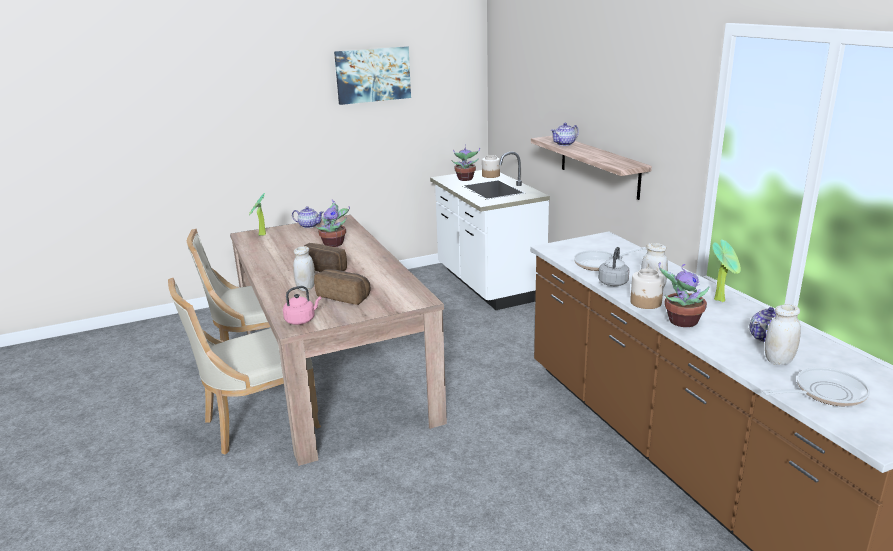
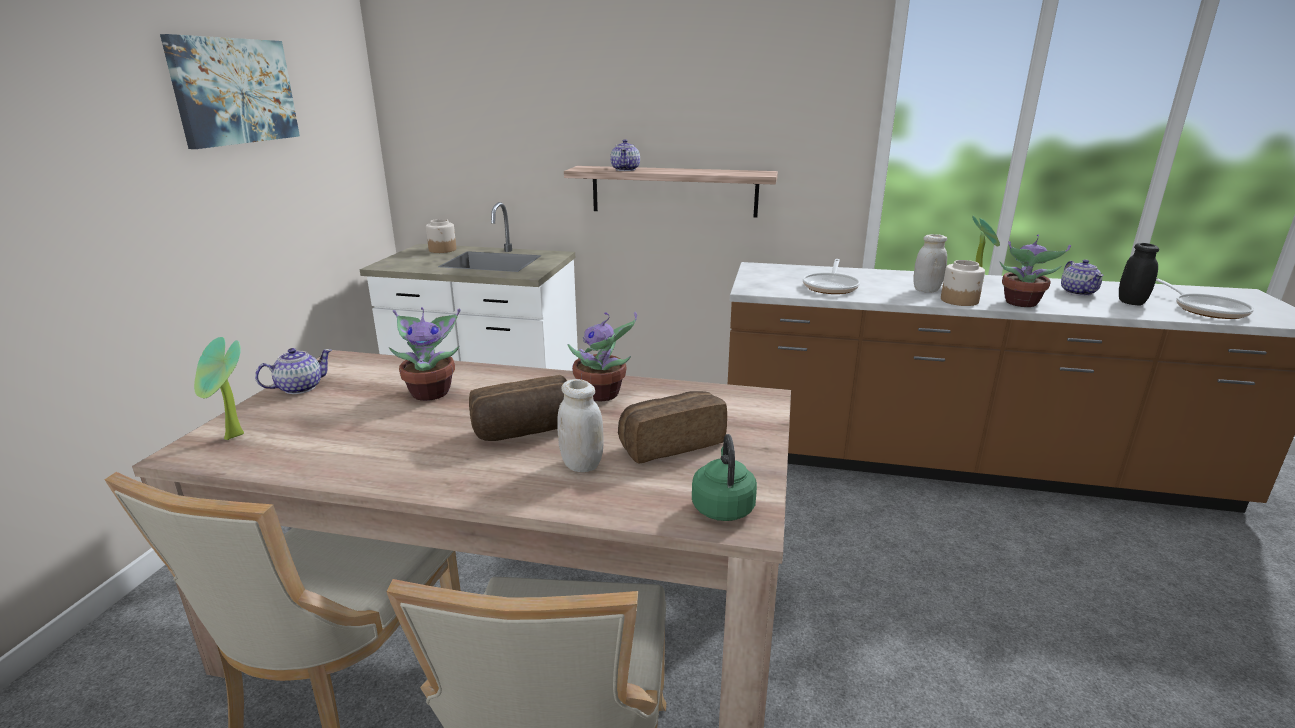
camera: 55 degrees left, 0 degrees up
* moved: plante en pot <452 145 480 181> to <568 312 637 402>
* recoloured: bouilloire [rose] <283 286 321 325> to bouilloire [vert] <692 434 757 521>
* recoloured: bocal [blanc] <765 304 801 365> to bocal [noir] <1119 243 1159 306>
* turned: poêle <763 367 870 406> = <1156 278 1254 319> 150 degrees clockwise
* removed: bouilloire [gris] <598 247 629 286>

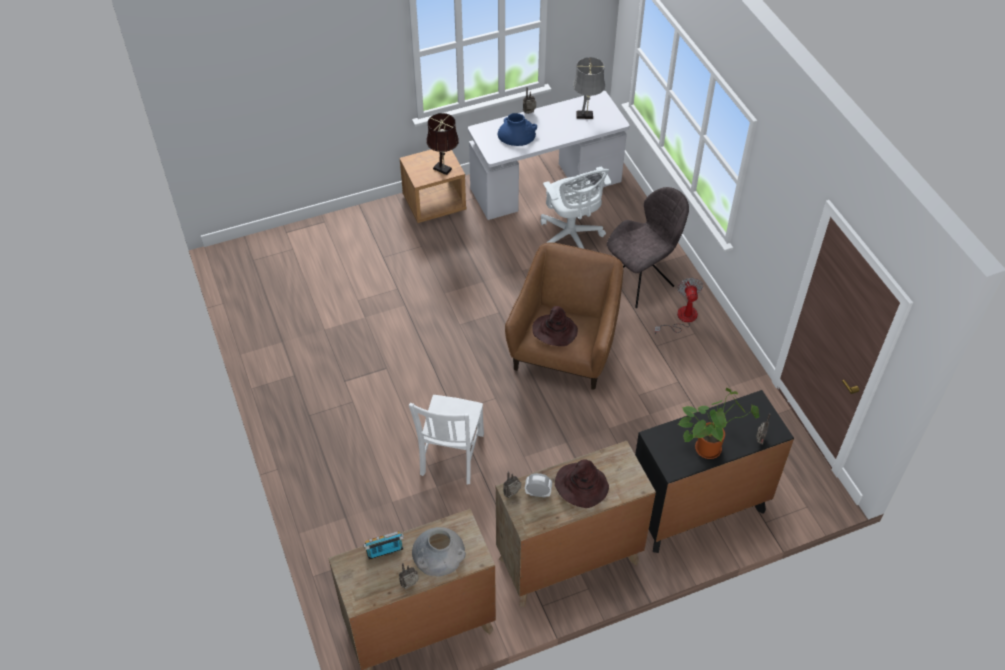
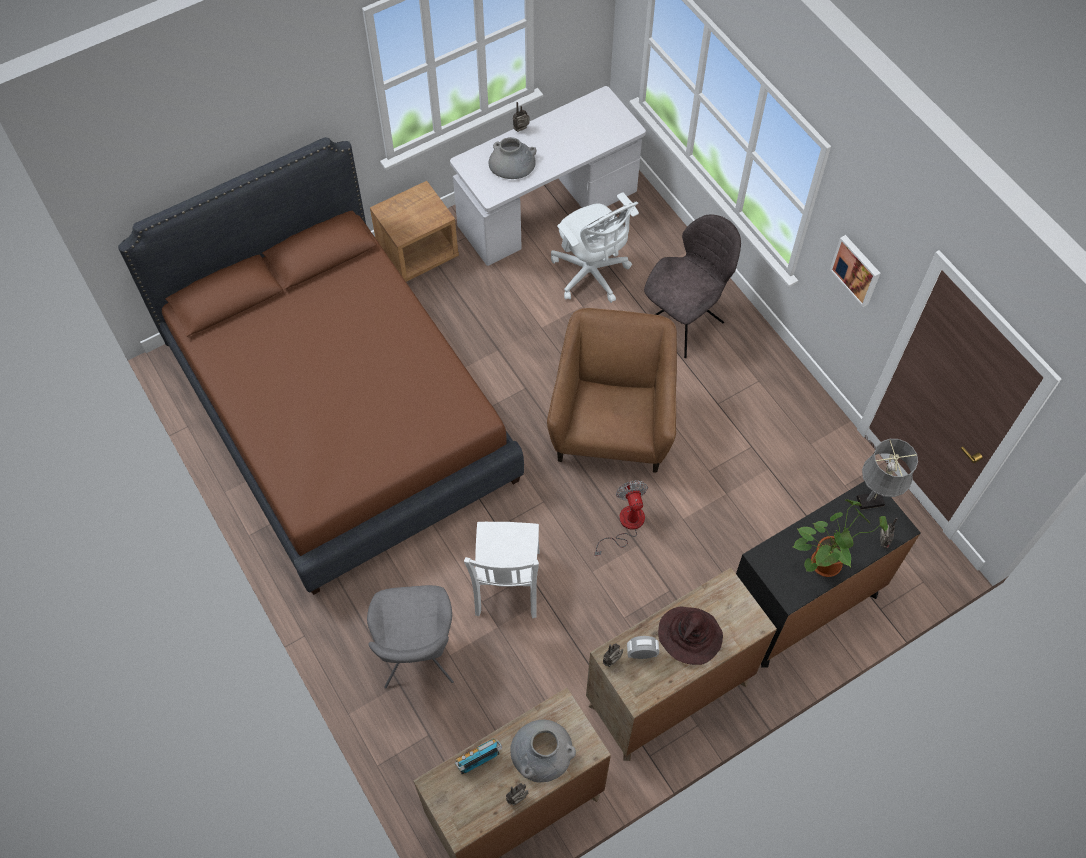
camera: 10 degrees left, 10 degrees up
* added: lit [marron] <118 137 524 595>
* added: chaise [gris] <367 585 454 689>
* recoloured: vase [bleu] <498 113 537 146> to vase [gris] <489 137 536 179>
* moved: ventilateur <654 278 703 334> to <594 481 648 556>
* added: tableau <830 235 880 307>
* moved: lampe de table [gris] <573 57 606 119> to <856 439 918 510>
* removed: lampe de table [marron] <426 113 459 175>
* removed: chapeau [marron] <532 306 578 346>

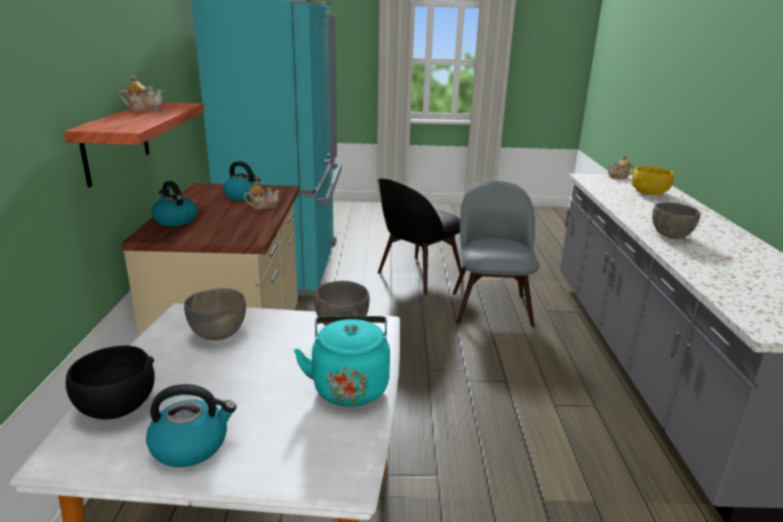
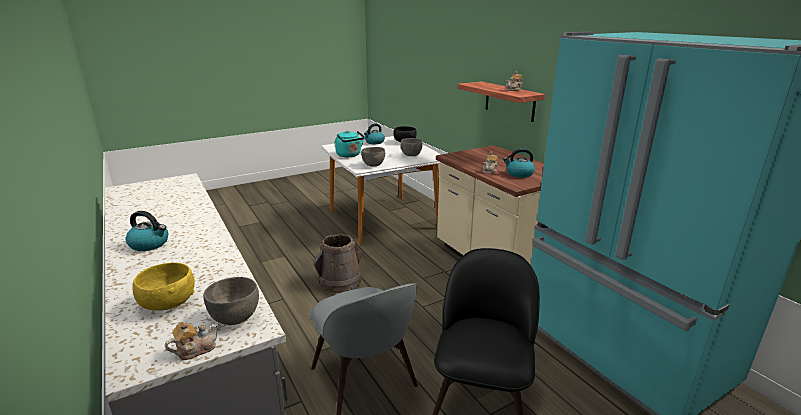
camera: 150 degrees right, 0 degrees up
* moved: bouilloire <152 181 197 226> to <126 211 168 251>
* moved: bol [gris] <652 202 700 239> to <204 277 259 325>
* added: seau [marron] <314 234 362 293>

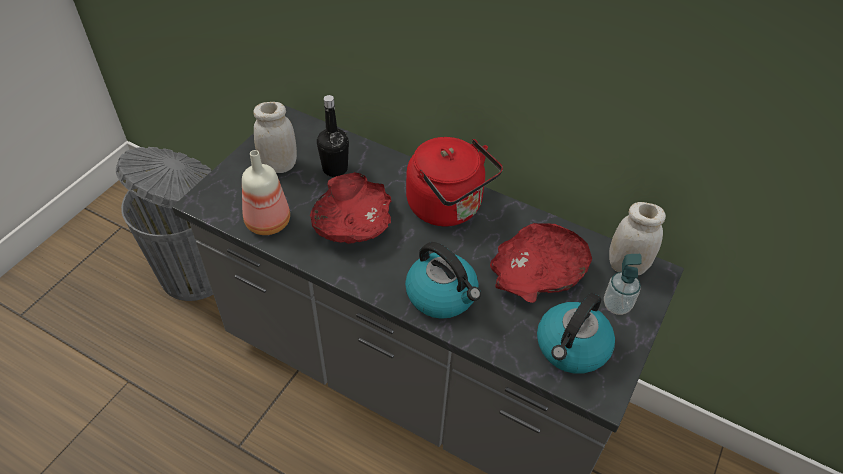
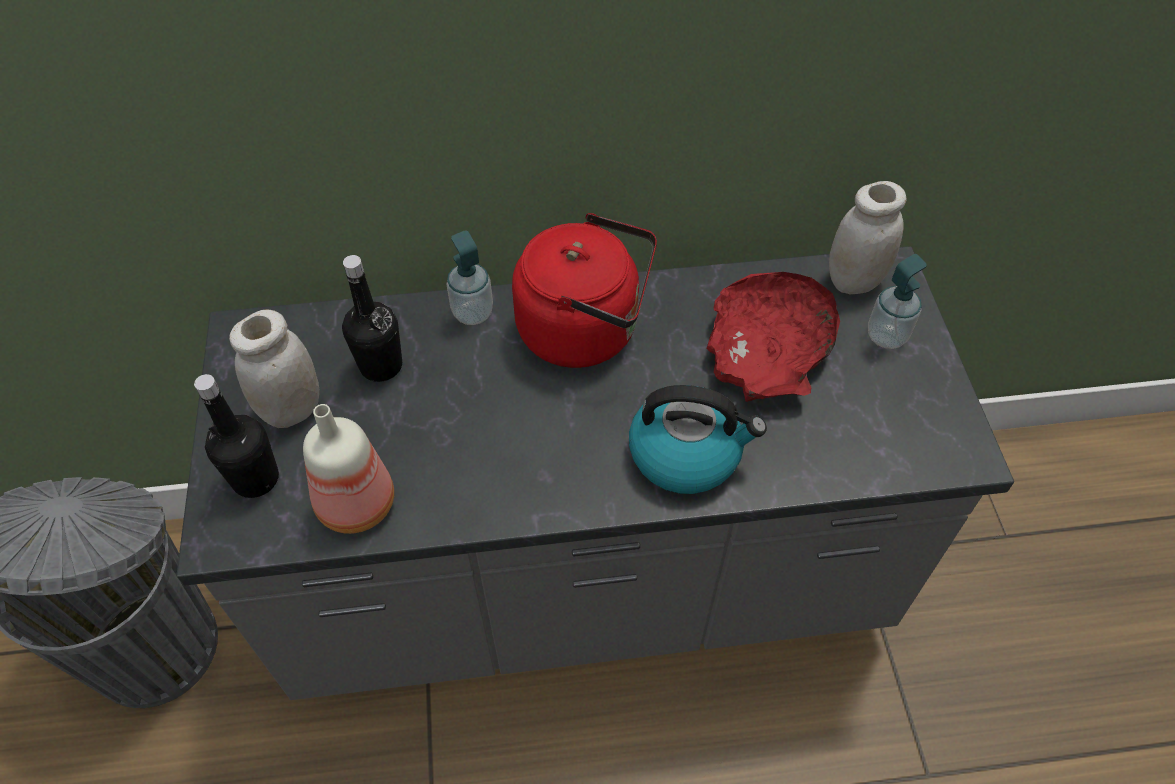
camera: 35 degrees left, 5 degrees up
* added: bouteille [noir] <194 374 279 498>
* added: distributeur de savon <446 230 493 325>
* removed: bol [rouge] <310 172 391 244>
* removed: bouilloire <537 293 615 374>

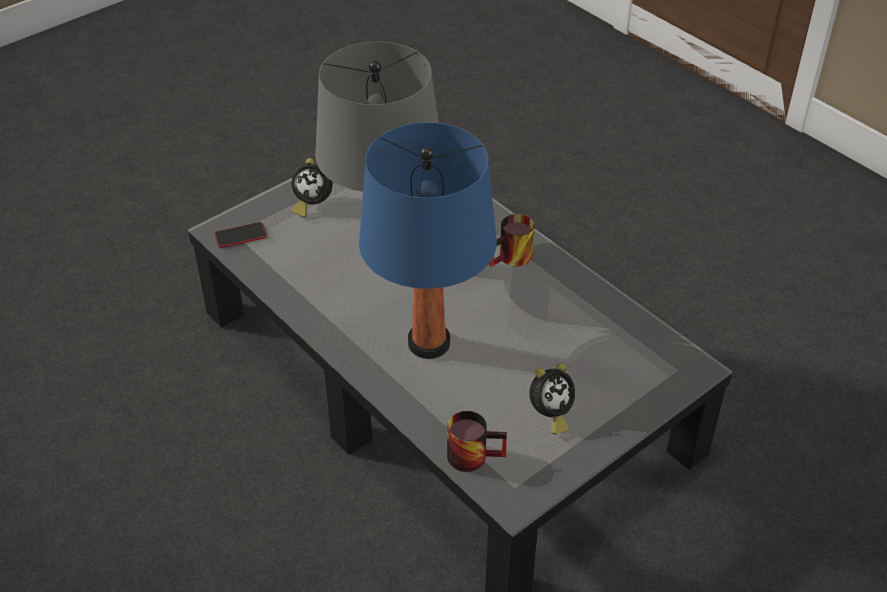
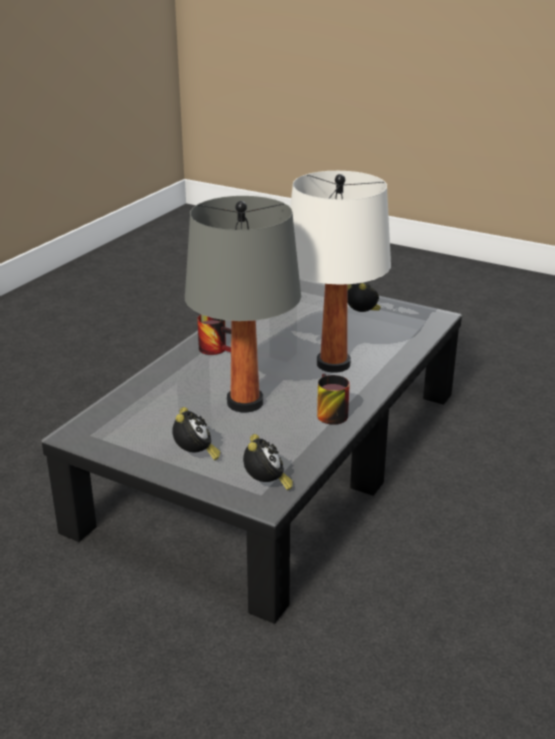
camera: 110 degrees left, 15 degrees down
* replaced: téléphone <214 222 267 248> to réveil <243 434 293 490>
* recoloured: lampe de table [bleu] <359 122 497 359> to lampe de table [blanc] <290 171 391 373>
* moved: mug <447 411 507 472> to <317 373 350 425>

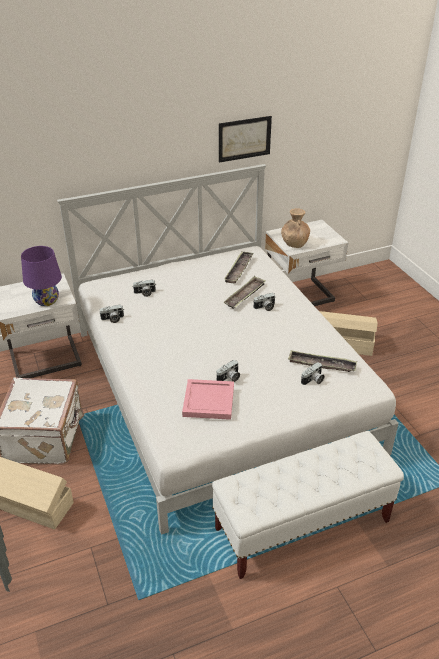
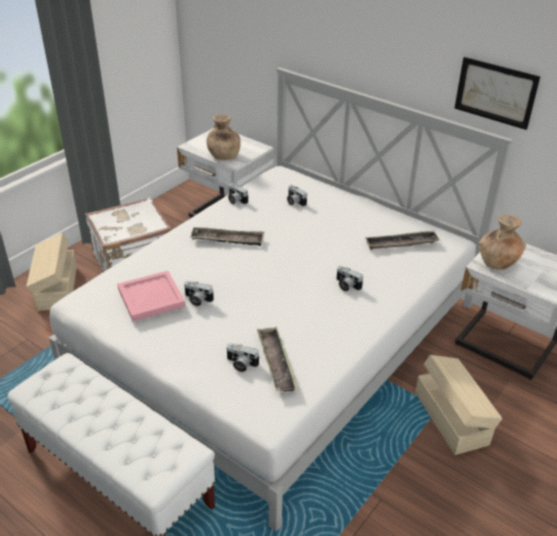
camera: 60 degrees right, 0 degrees up
* moved: plateau <223 276 266 309> to <190 227 264 246>
* replaced: lampe de table [violet] <21 246 62 306> to vase [marron] <206 114 241 160>

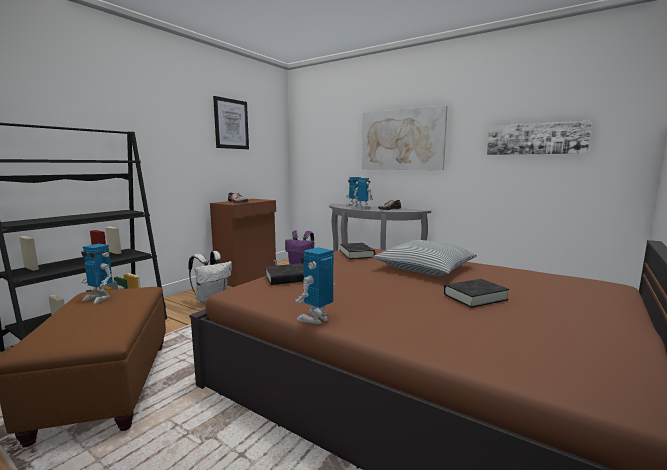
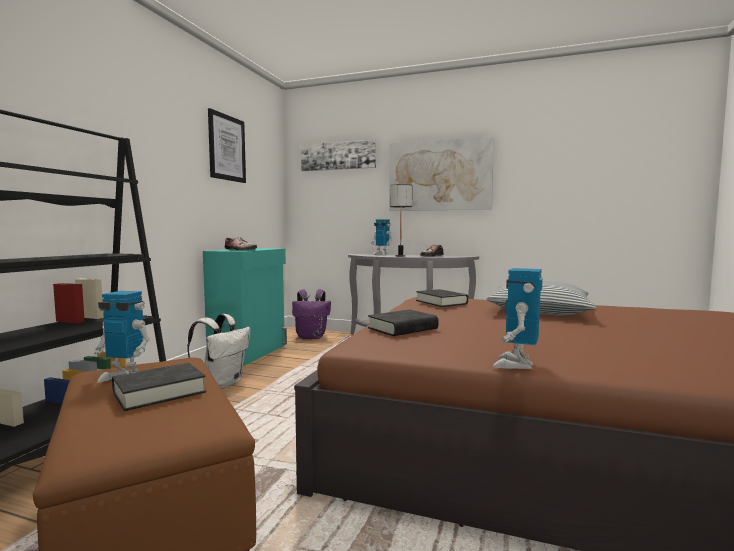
camera: 15 degrees left, 5 degrees down
* moved: livre [noir] <444 279 509 308> to <112 363 206 411>
* recoloured: meuble de rangement [marron] <210 199 277 287> to meuble de rangement [turquoise] <203 248 287 366>
* moved: tableau <487 120 592 155> to <301 139 376 171>
* replaced: robot jouet <354 178 373 209> to lampe de table <390 184 413 257>

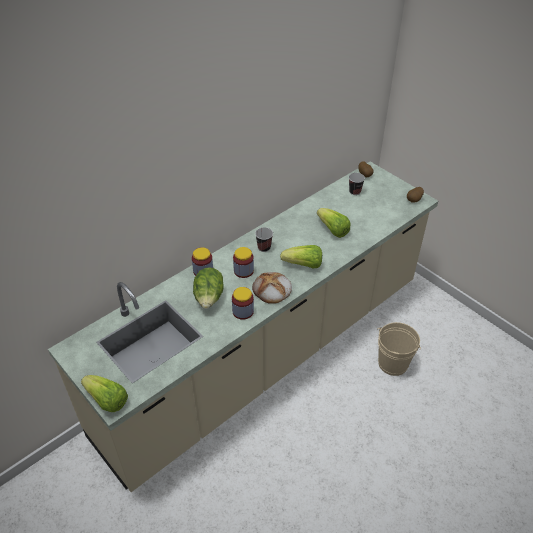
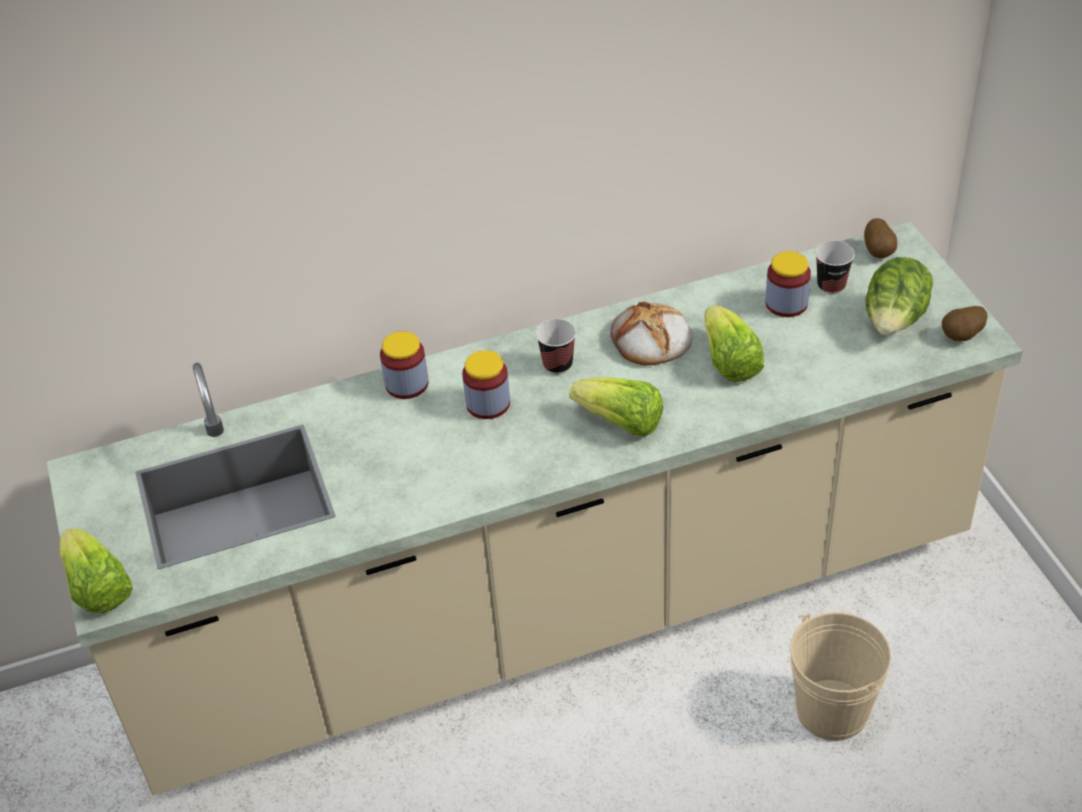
camera: 25 degrees right, 0 degrees up
* moved: pain <252 272 292 304> to <610 302 693 366>
* moved: bocal <232 287 254 320> to <765 251 811 317>
* moved: laitue <193 267 223 309> to <865 257 933 335>

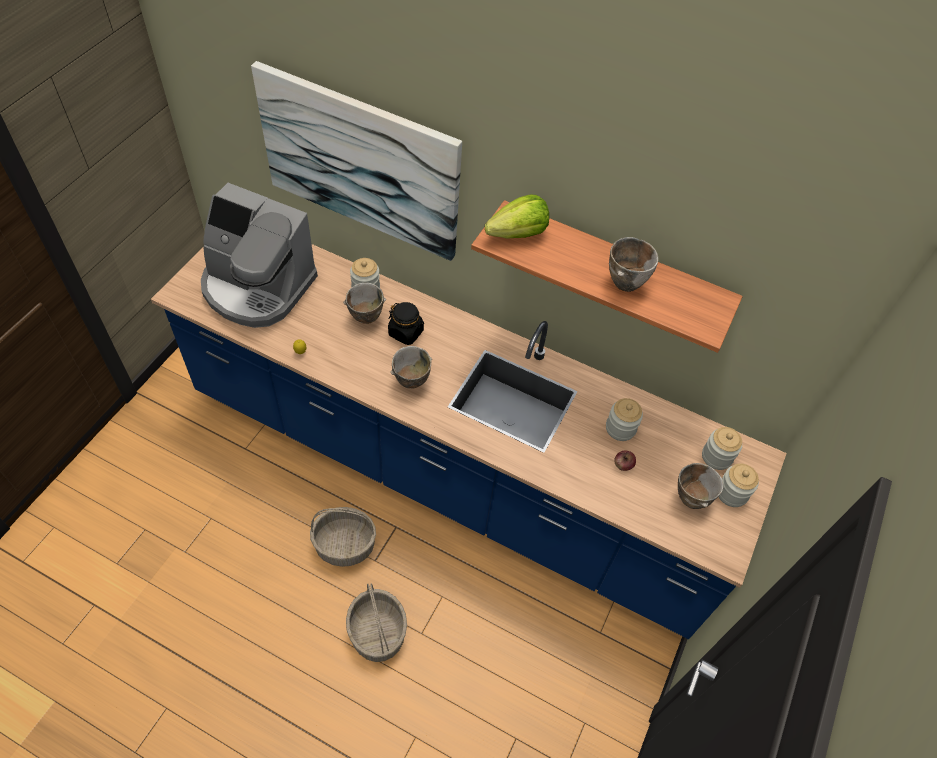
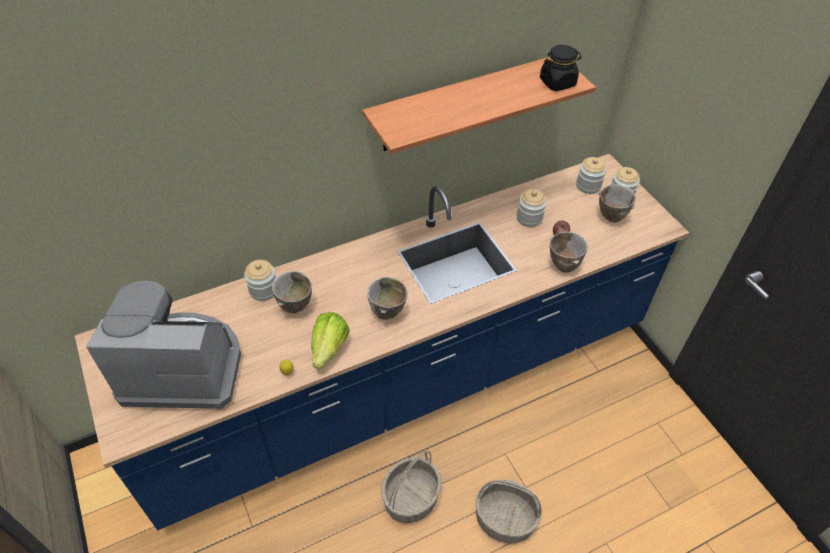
camera: 50 degrees left, 5 degrees down
* turned: machine à café <201 183 318 328> = <86 281 241 409> 150 degrees counterclockwise
* moved: laitue <485 194 549 239> to <312 312 350 369>
* moved: bocal [noir] <388 302 424 345> to <540 45 582 91>
* moved: bol <609 237 658 292> to <550 231 588 273>
* removed: tableau <251 61 462 261>

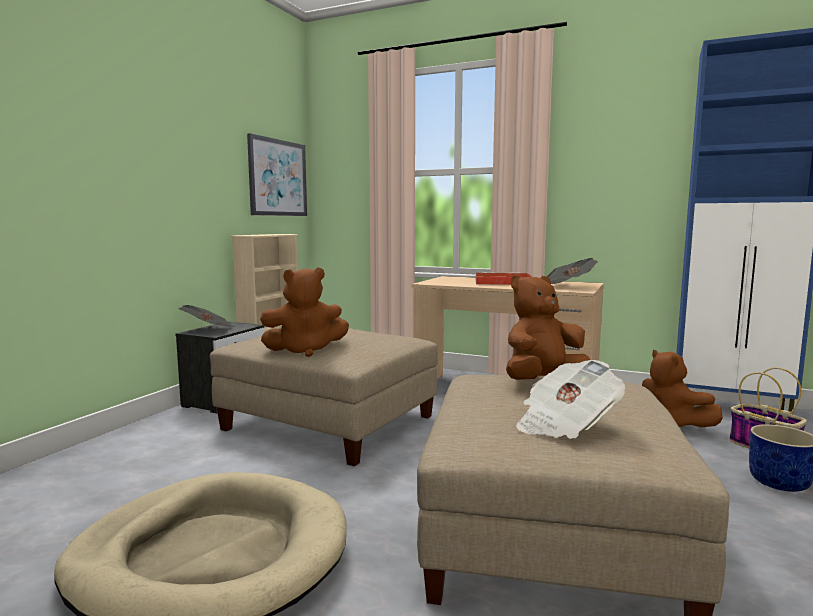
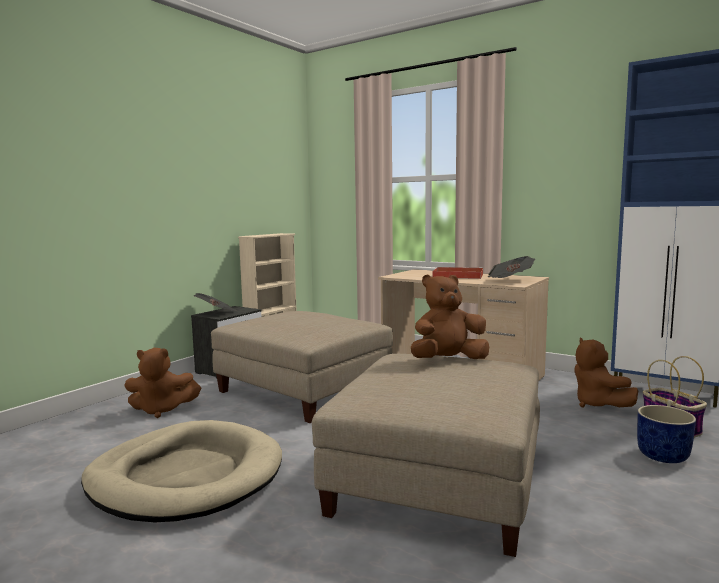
camera: 10 degrees right, 0 degrees up
* moved: peluche [marron] <260 267 349 357> to <124 348 201 418>
* removed: tableau <247 133 307 216>
* removed: journal <516 360 625 439>

